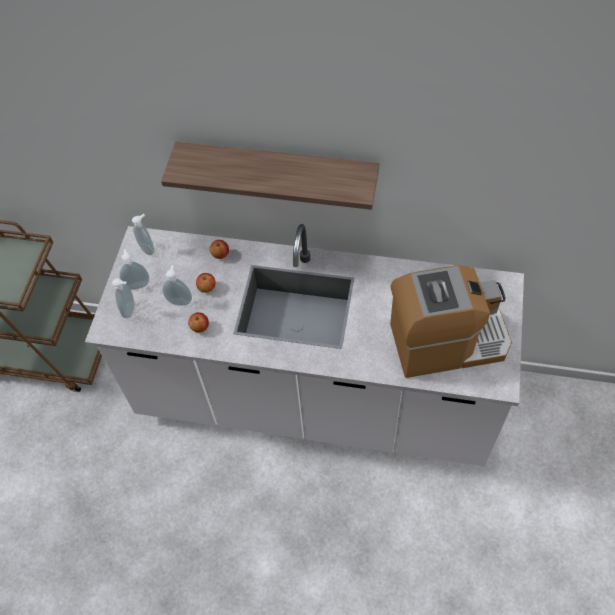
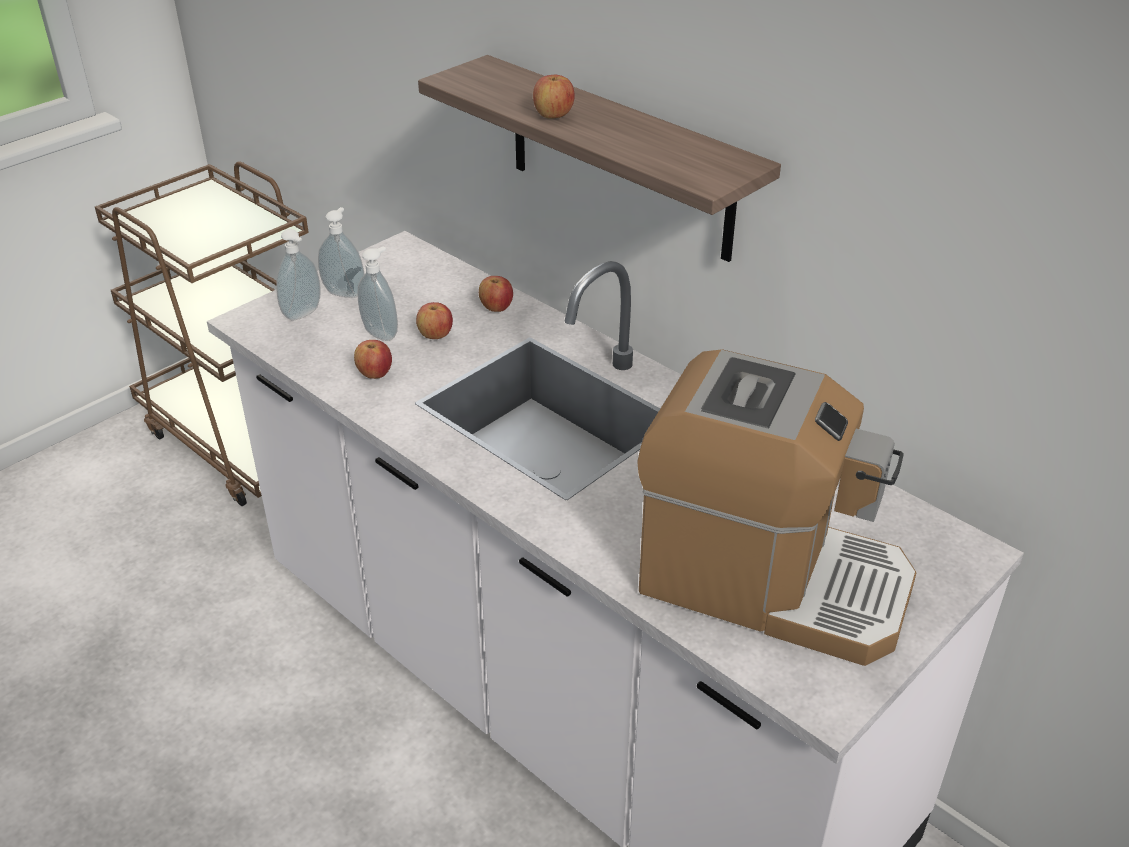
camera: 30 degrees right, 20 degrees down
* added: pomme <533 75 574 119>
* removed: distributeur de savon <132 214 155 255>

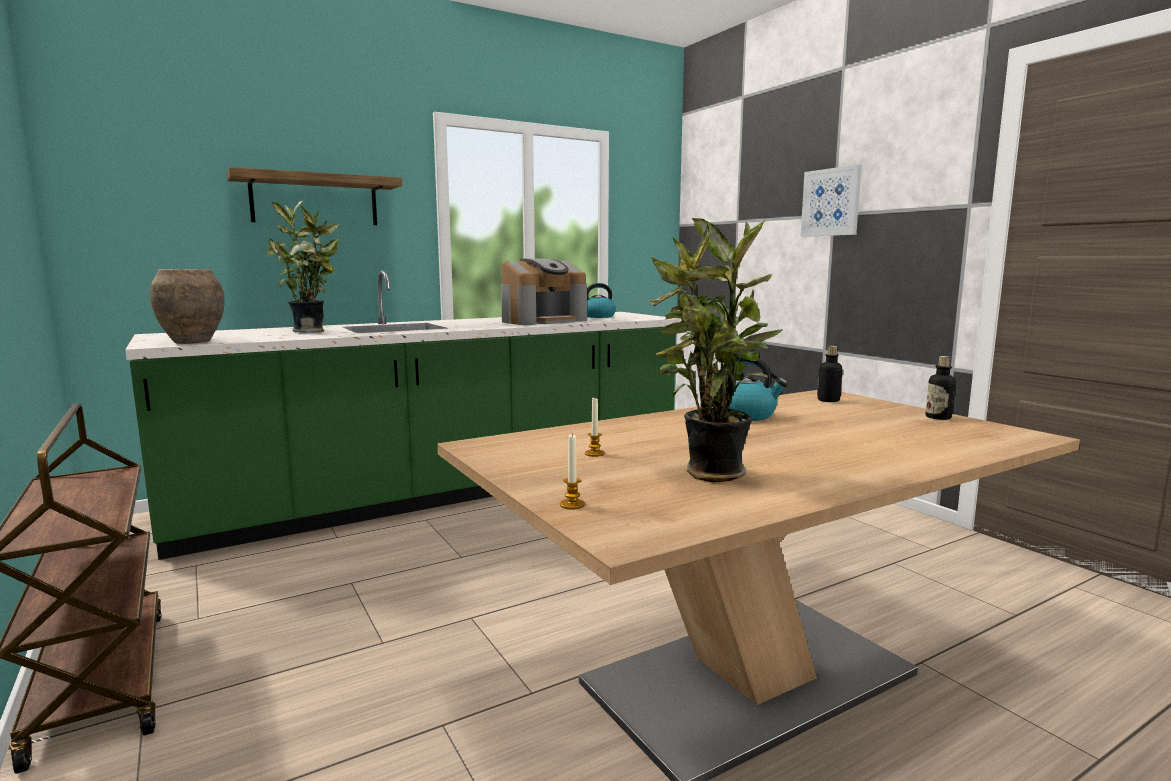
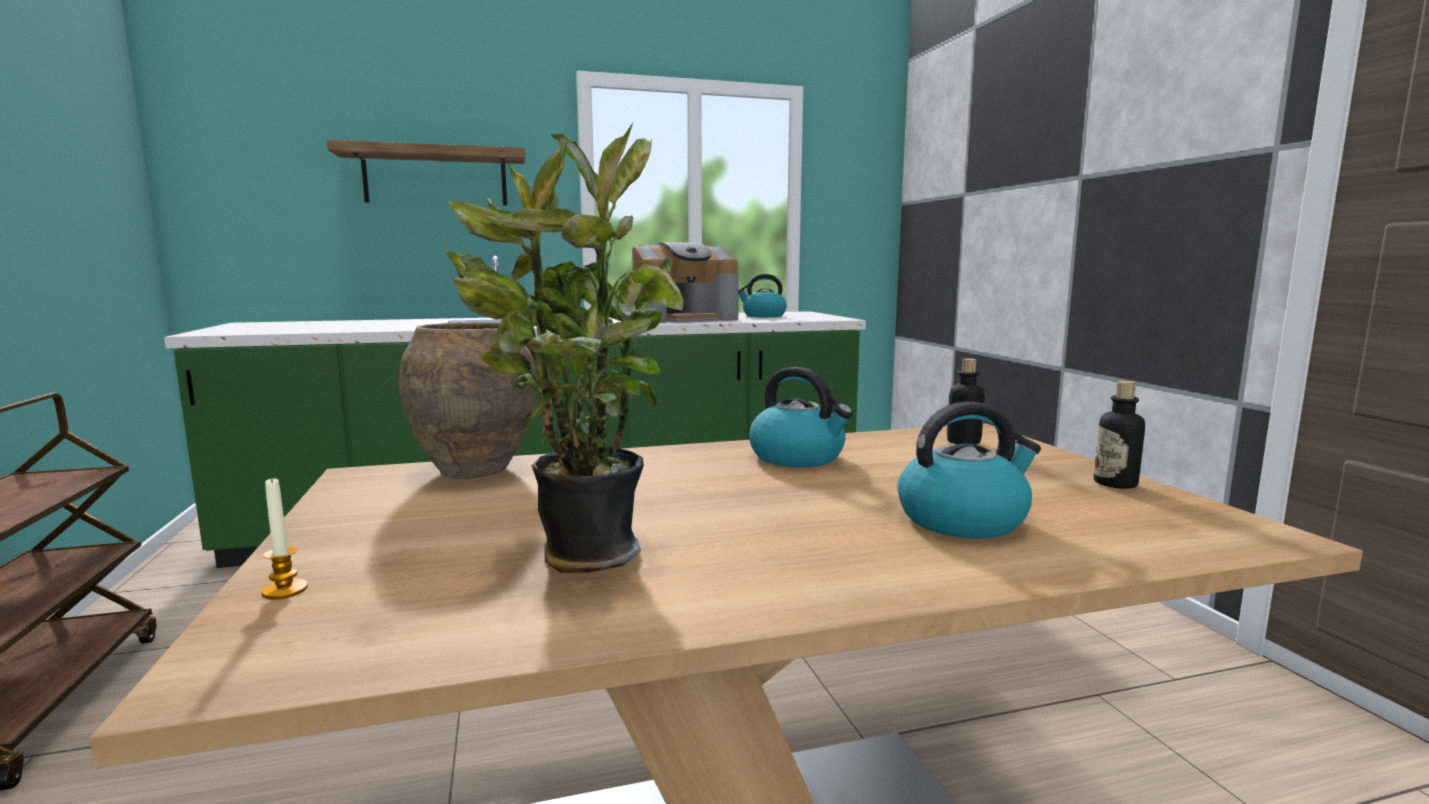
camera: 15 degrees right, 0 degrees up
* moved: vase [marron] <150 269 225 344> to <399 322 537 479>
* added: bouilloire <897 402 1041 539>
* removed: plante en pot <267 201 339 333>
* removed: bougie <585 398 604 457>
* removed: tableau <801 164 862 237>

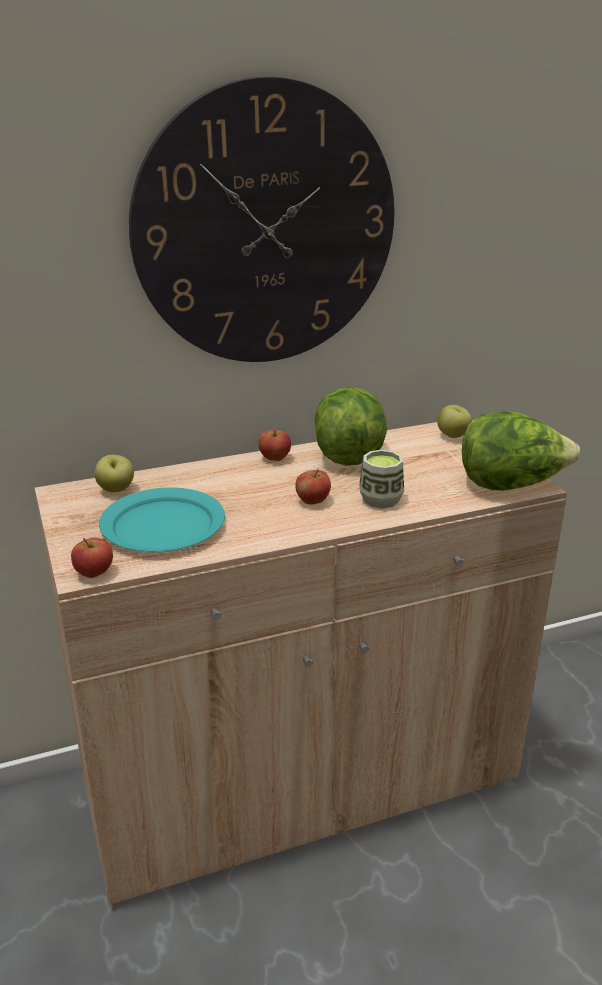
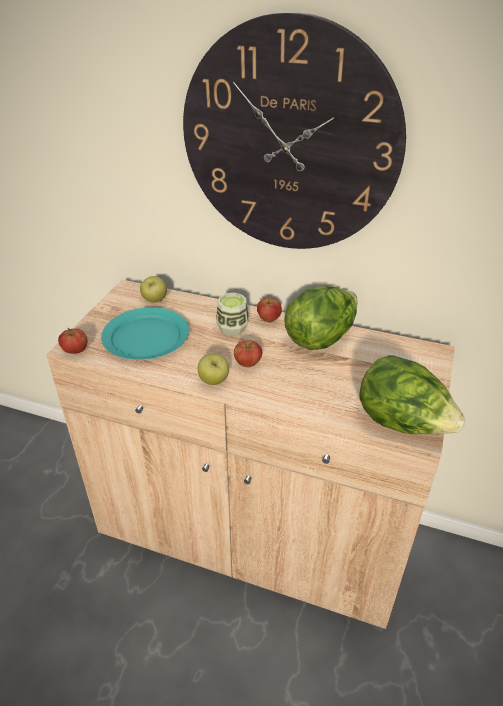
camera: 40 degrees right, 10 degrees up
* moved: pomme <437 405 472 438> to <198 354 229 385>
* moved: tasse <359 450 404 509> to <216 292 249 336>

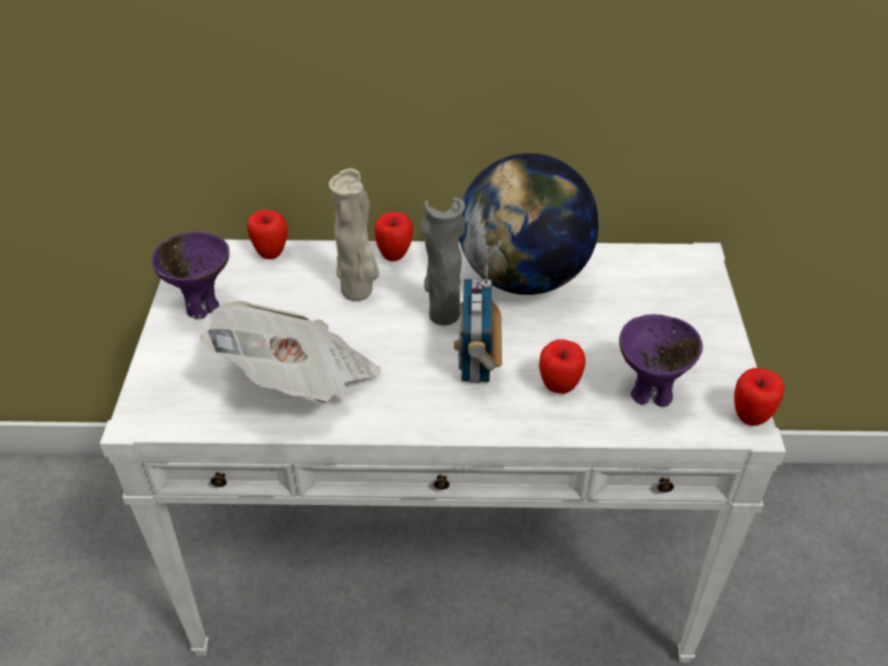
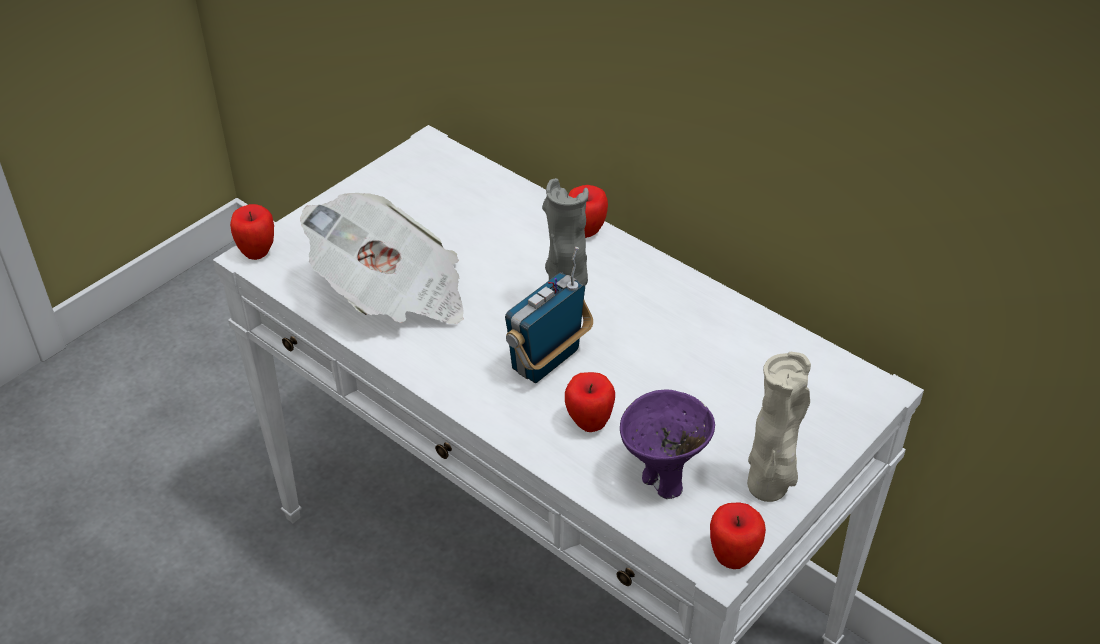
camera: 40 degrees right, 0 degrees up
* moved: pomme <247 210 288 259> to <230 204 274 260>
* moved: vase [beige] <329 168 379 301> to <747 352 811 502>
* removed: bol [violet] <151 232 229 319>
* removed: globe <459 153 599 295>

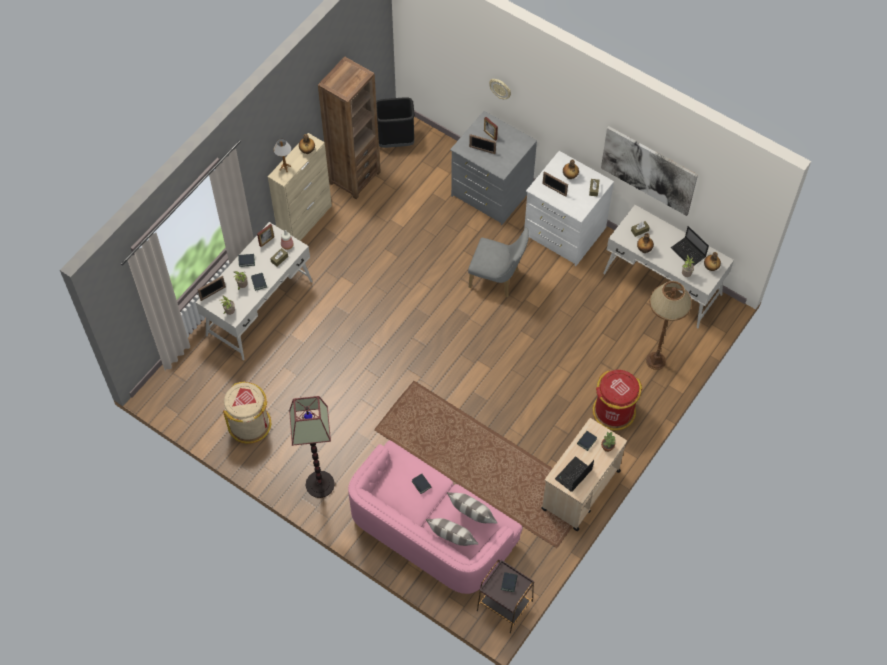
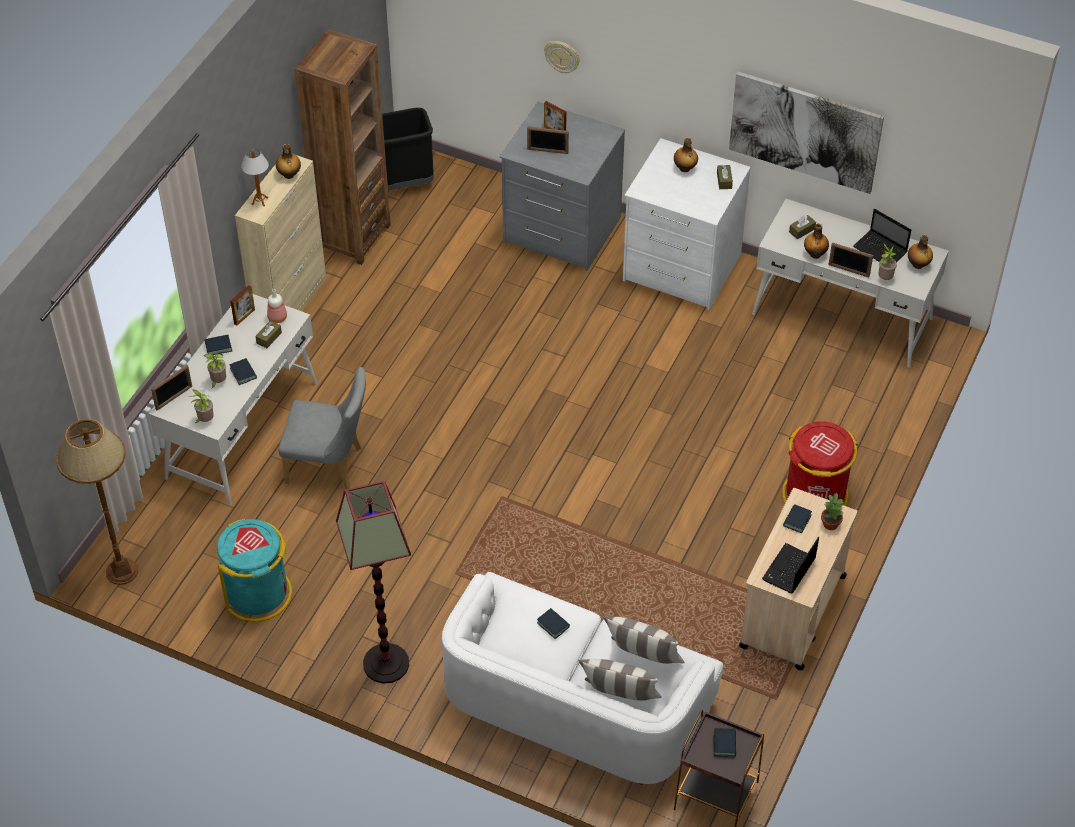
camera: 10 degrees left, 10 degrees down
* moved: lampadaire [marron] <646 281 692 370> to <56 419 138 585>
* recoloured: poubelle [beige] <223 381 271 444> to poubelle [turquoise] <217 519 292 622>
* moved: chaise [gris] <468 228 529 297> to <278 367 366 489>
* recoloured: canapé [rose] <348 440 522 594> to canapé [blanc] <442 572 723 785>
* moved: cadre photo <542 171 568 197> to <828 242 873 278>

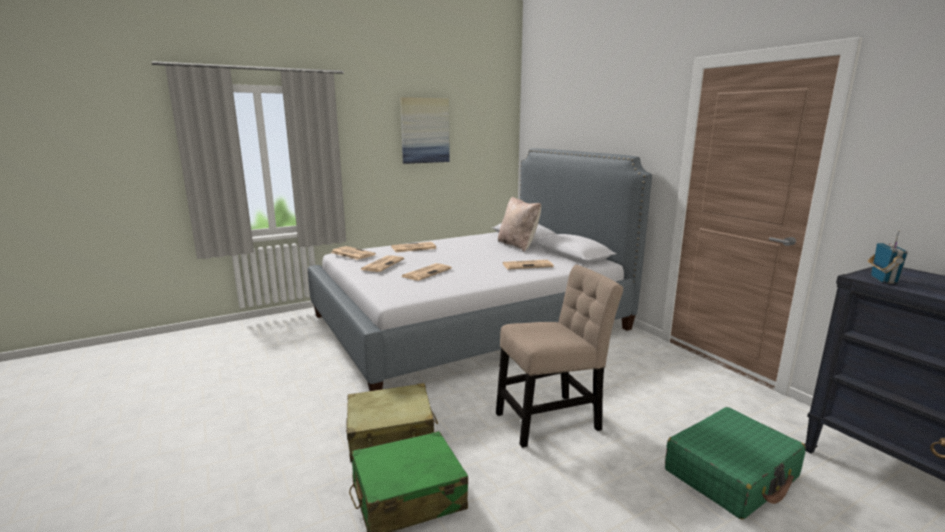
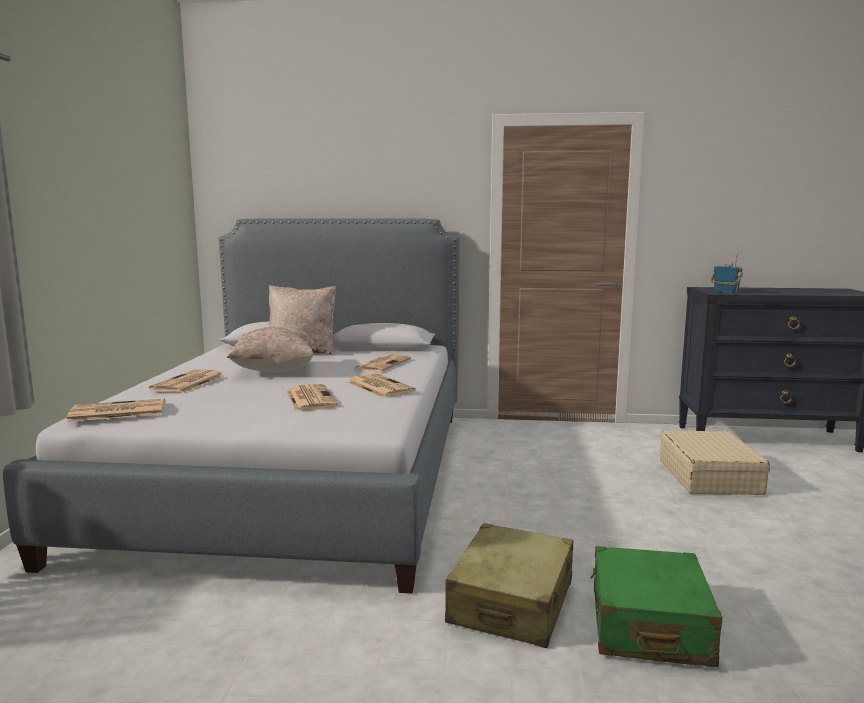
camera: 55 degrees left, 5 degrees down
* added: coussin [beige] <227 327 315 373>
* moved: journal <360 255 404 272> to <347 373 416 398>
* recoloured: valise [vert] <665 407 806 519> to valise [beige] <660 430 770 495>
* removed: tableau <400 97 450 164>
* removed: chaise [beige] <496 265 623 448>

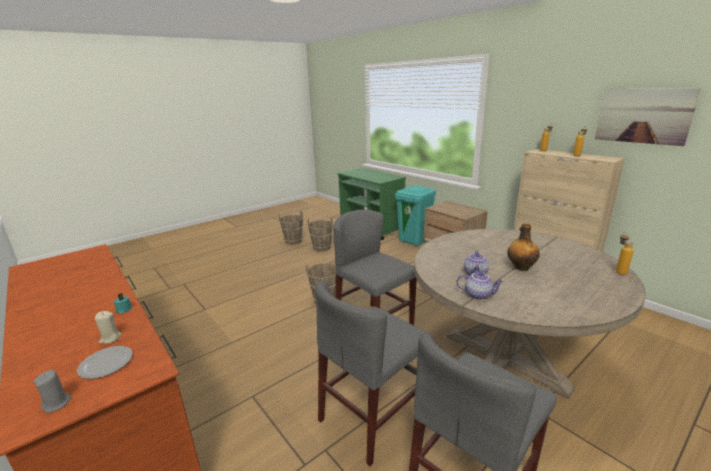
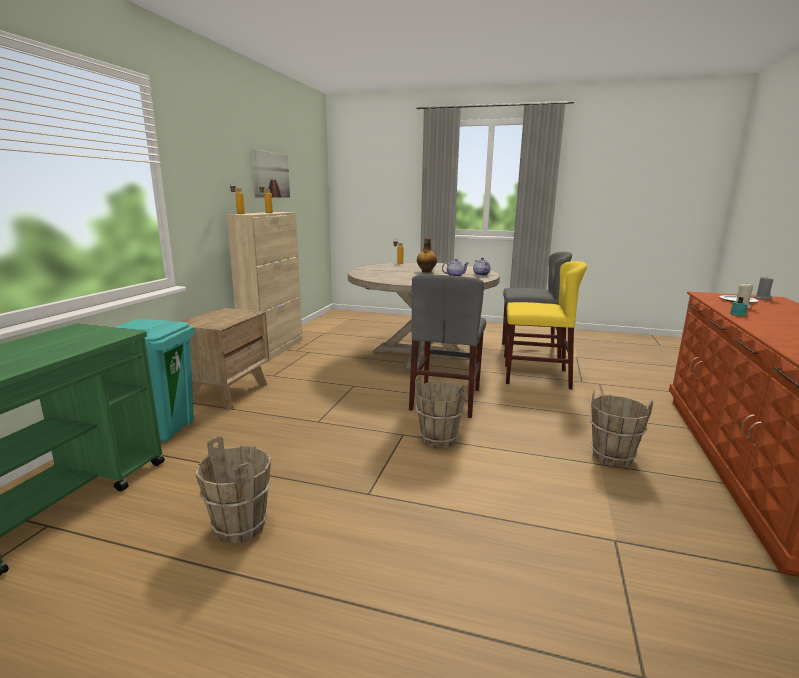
camera: 125 degrees left, 5 degrees down
* recoloured: chaise [gris] <315 281 433 466> to chaise [jaune] <505 261 587 389>
* moved: seau [marron] <279 211 303 245> to <590 389 653 467>

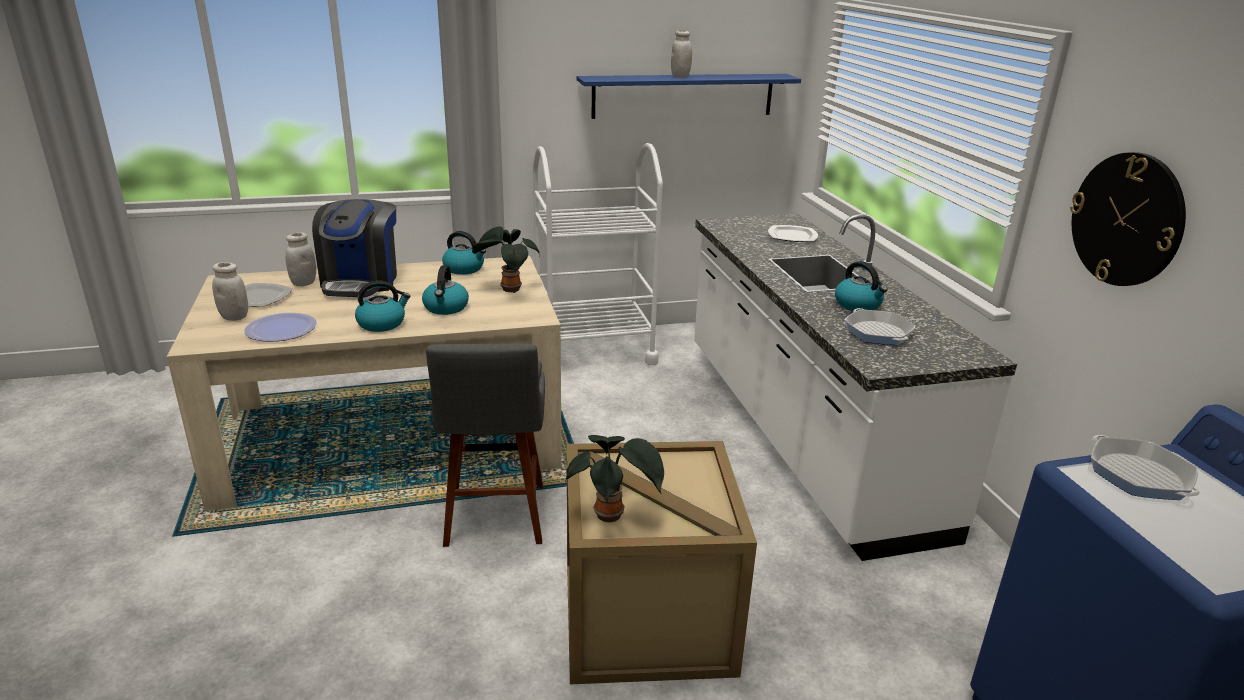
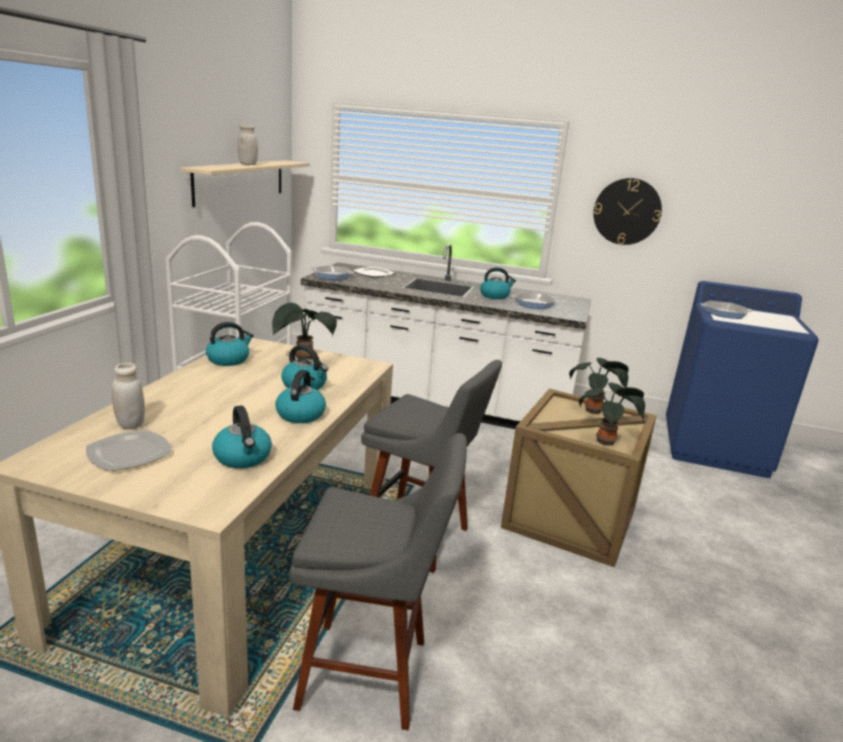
camera: 60 degrees left, 5 degrees down
* recoloured: étagère [bleu] <577 74 801 119> to étagère [beige] <181 160 310 207>
* replaced: assiette <244 313 317 342> to bouilloire <212 405 272 468>
* added: tabouret [gris] <289 433 467 731>
* added: poêle <311 265 354 280>
* added: plante en pot <569 358 629 414>
* removed: bocal [blanc] <212 262 248 321>
* removed: machine à café <312 199 397 297>

